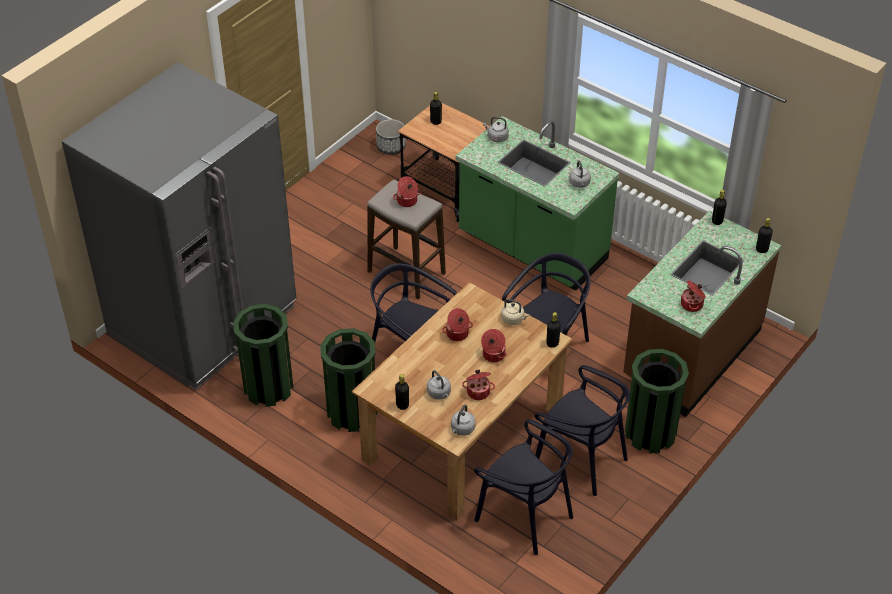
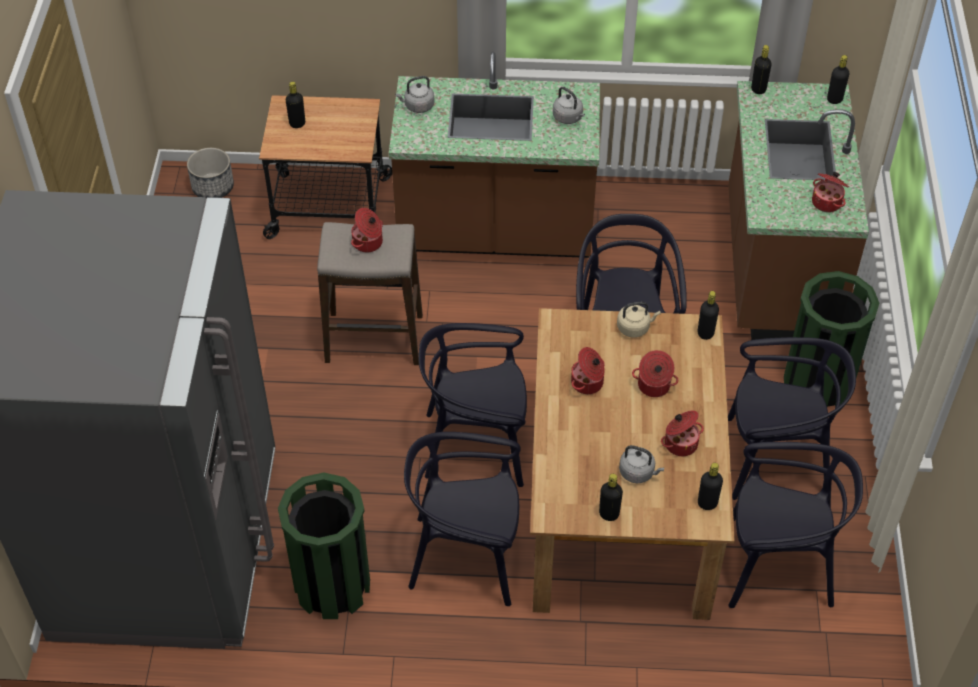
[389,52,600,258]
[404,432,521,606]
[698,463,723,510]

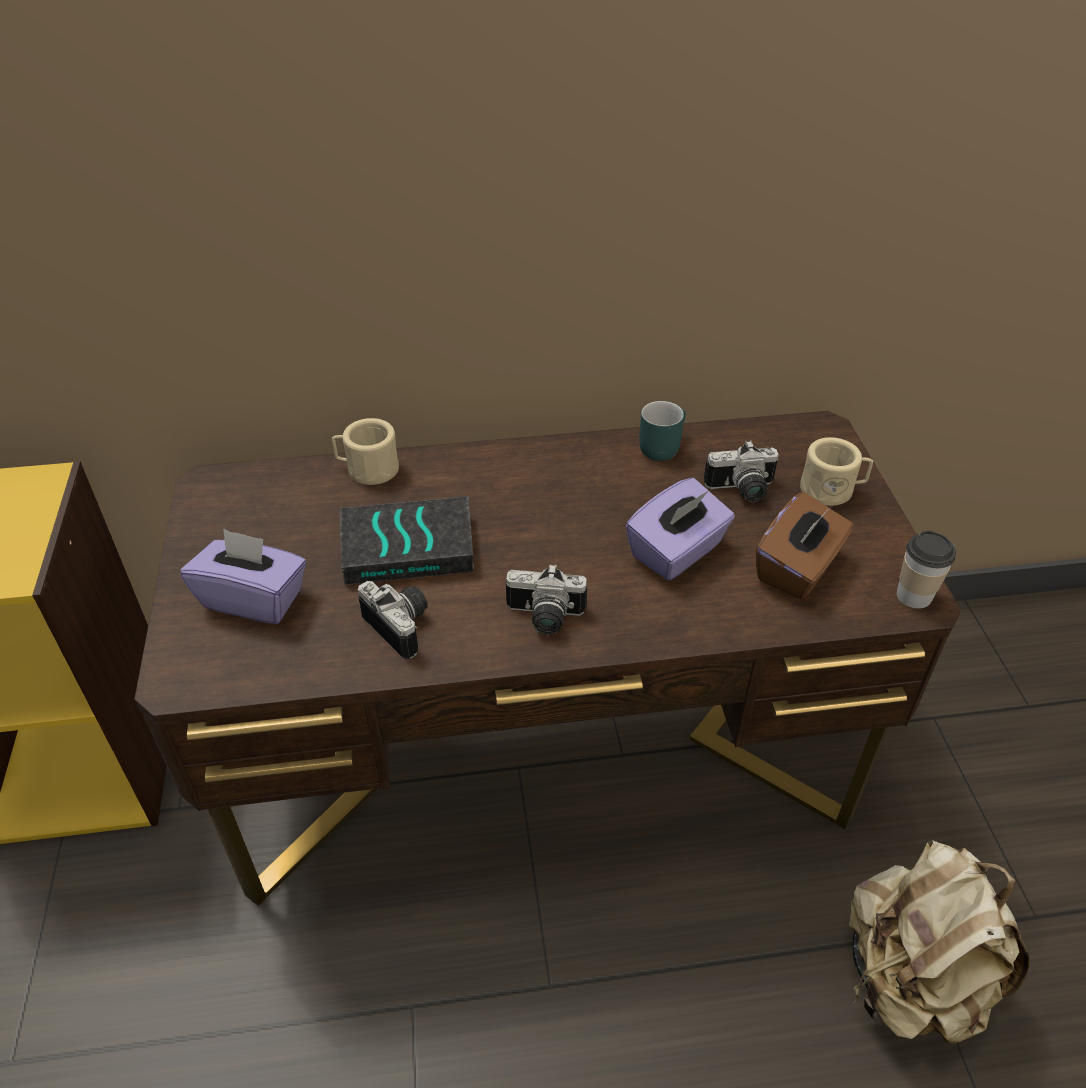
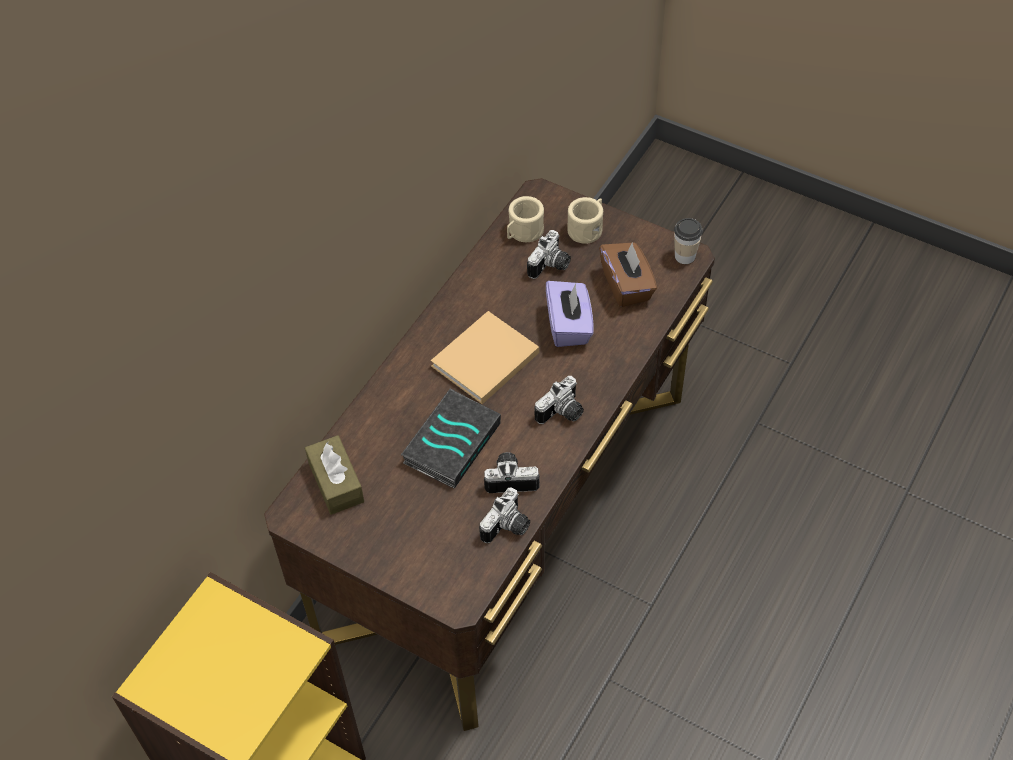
[305,435,364,515]
[431,311,539,404]
[479,487,530,543]
[507,196,544,242]
[180,528,306,624] (first image)
[639,401,686,461] (first image)
[849,840,1030,1044] (first image)

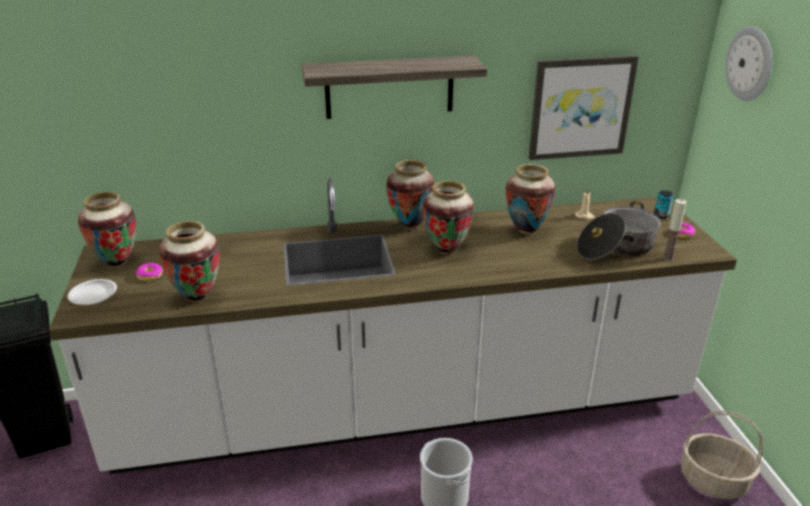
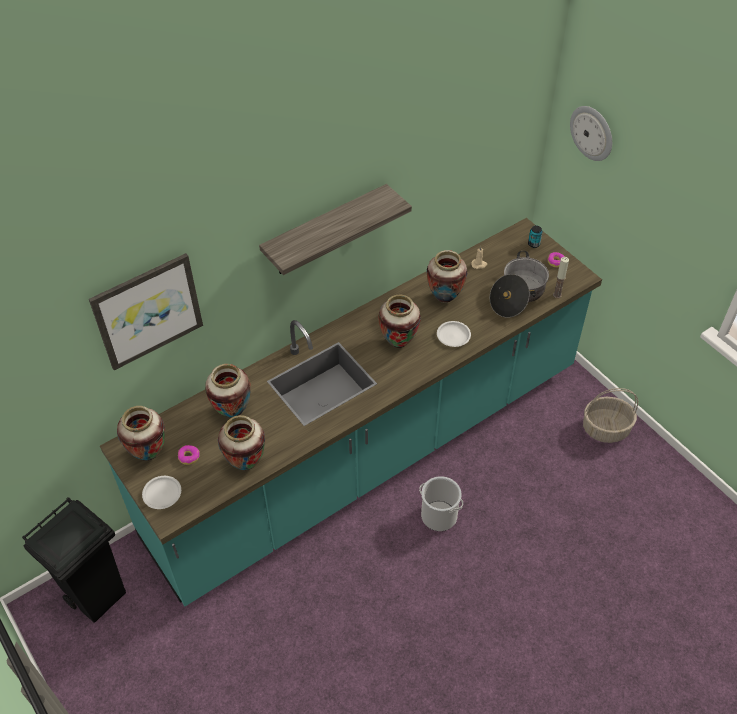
[89,253,203,370]
[100,218,602,606]
[205,364,251,418]
[437,321,471,347]

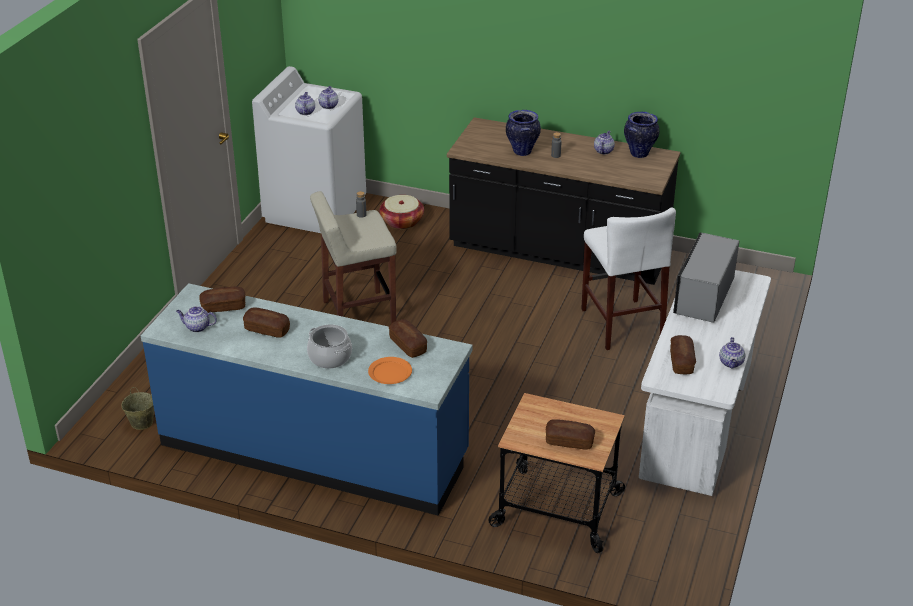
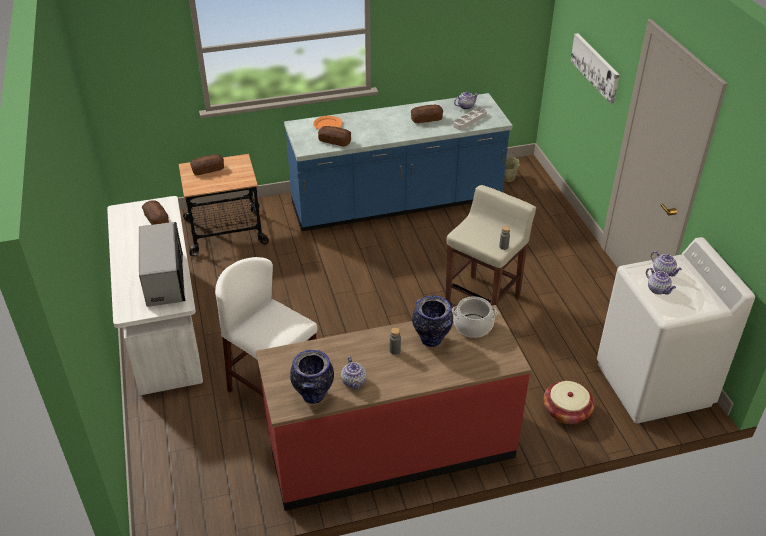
[256,305,532,511]
[452,296,498,338]
[453,107,487,130]
[570,33,620,104]
[719,337,745,368] (first image)

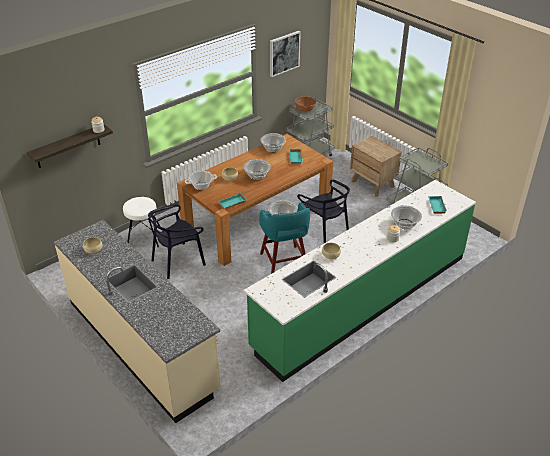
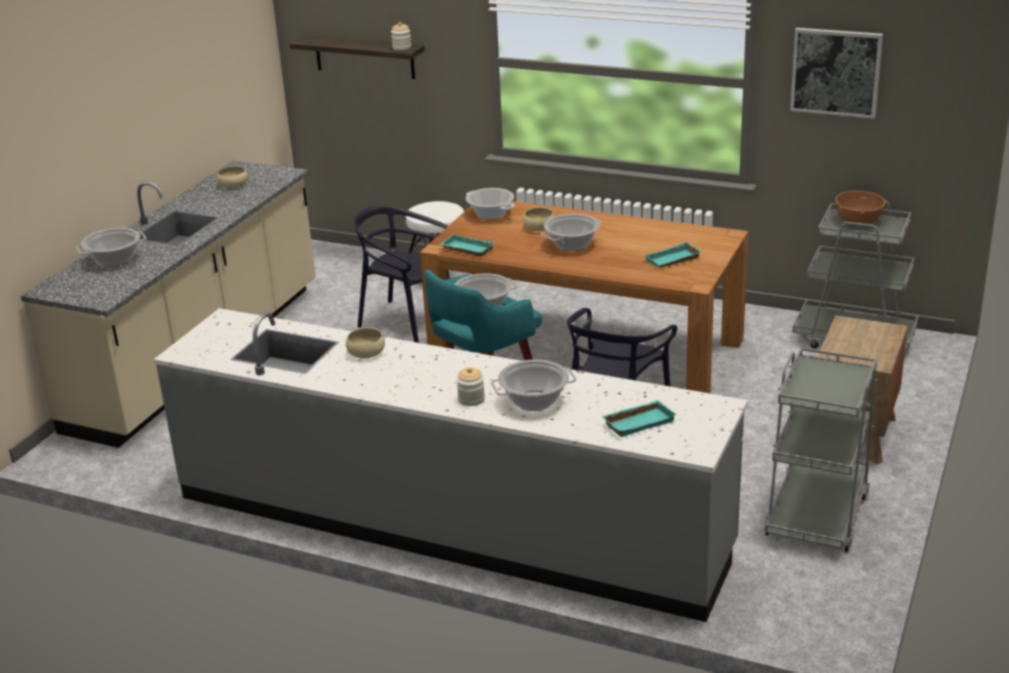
[76,228,147,267]
[154,308,748,622]

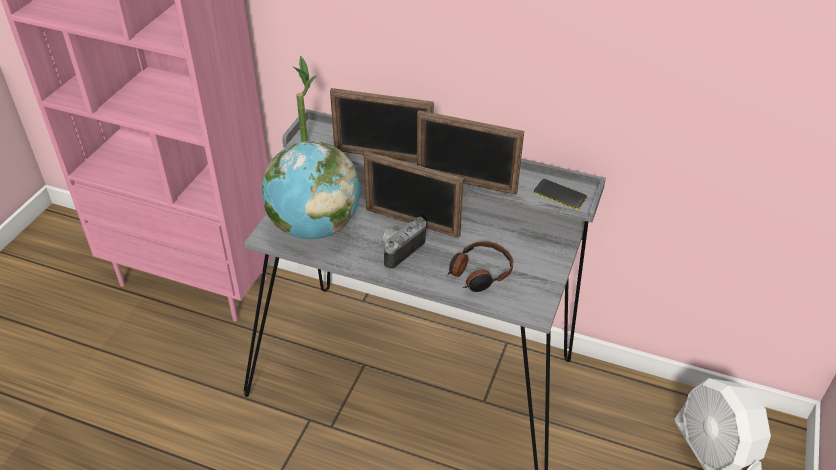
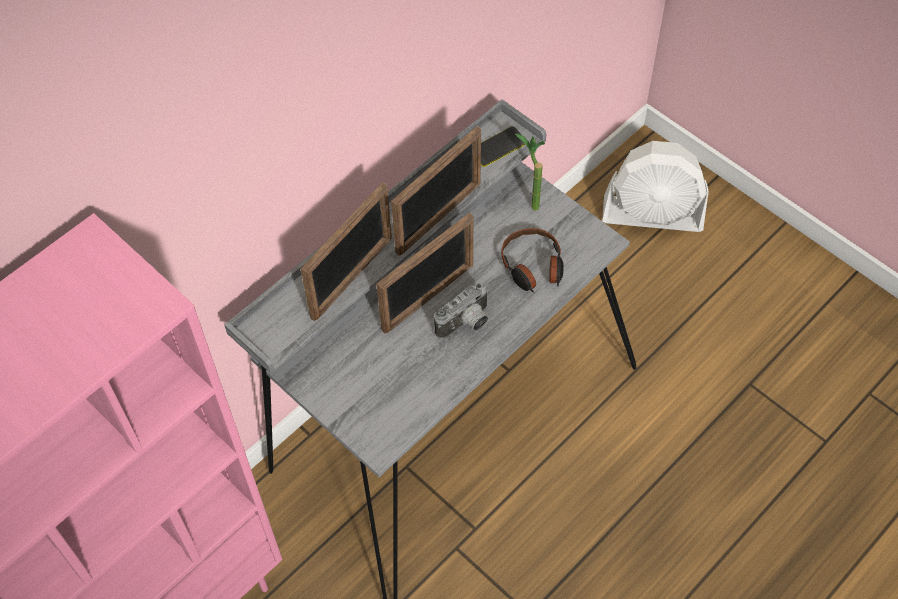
[434,283,489,339]
[515,134,545,211]
[262,141,360,239] (first image)

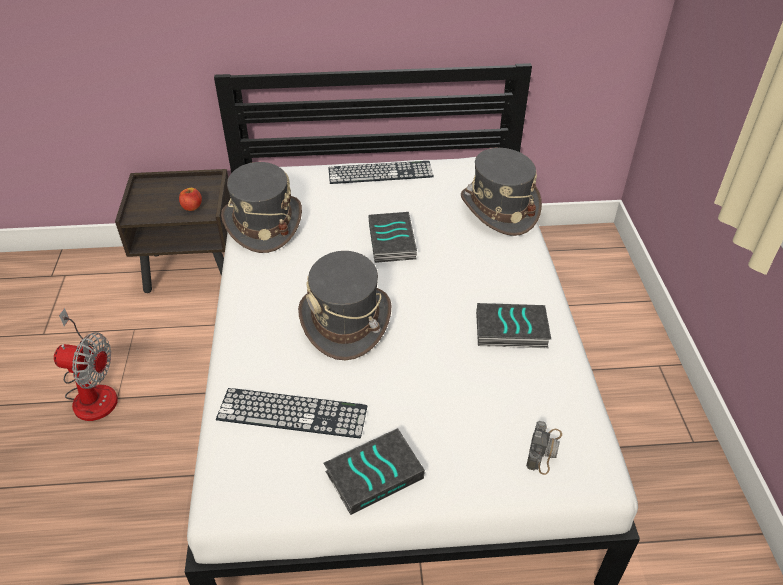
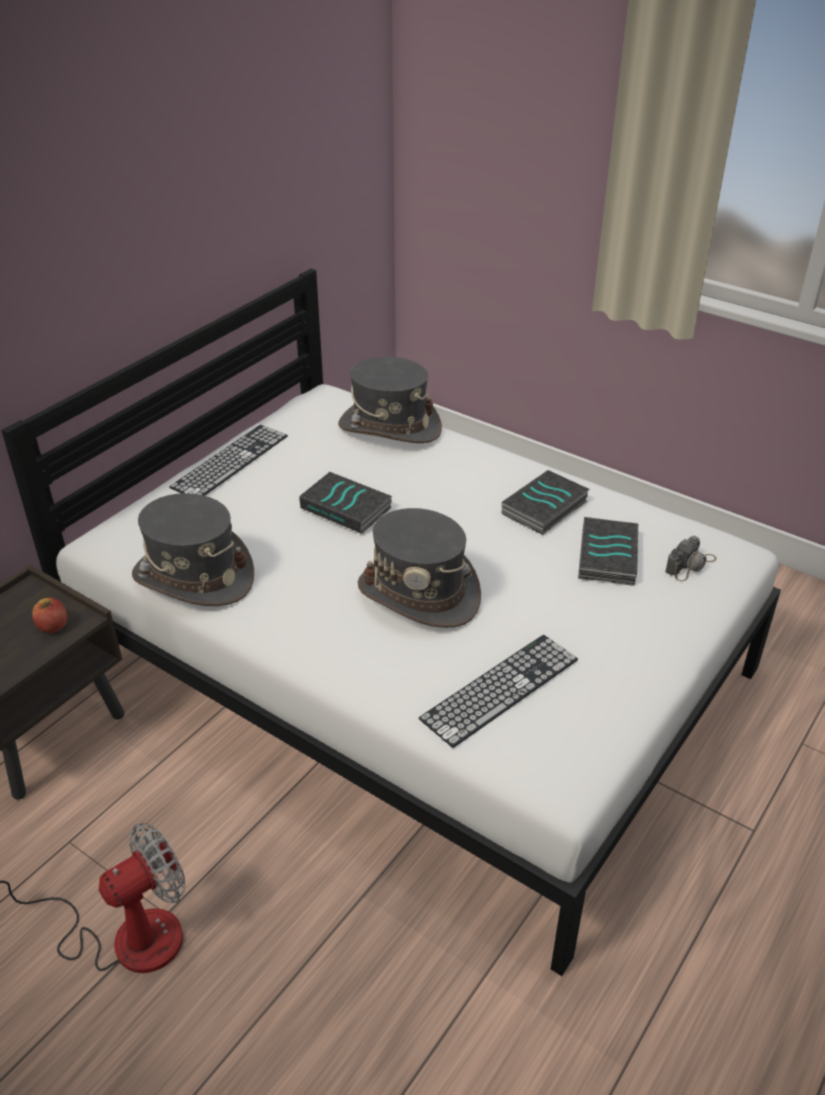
[578,517,638,586]
[666,536,717,581]

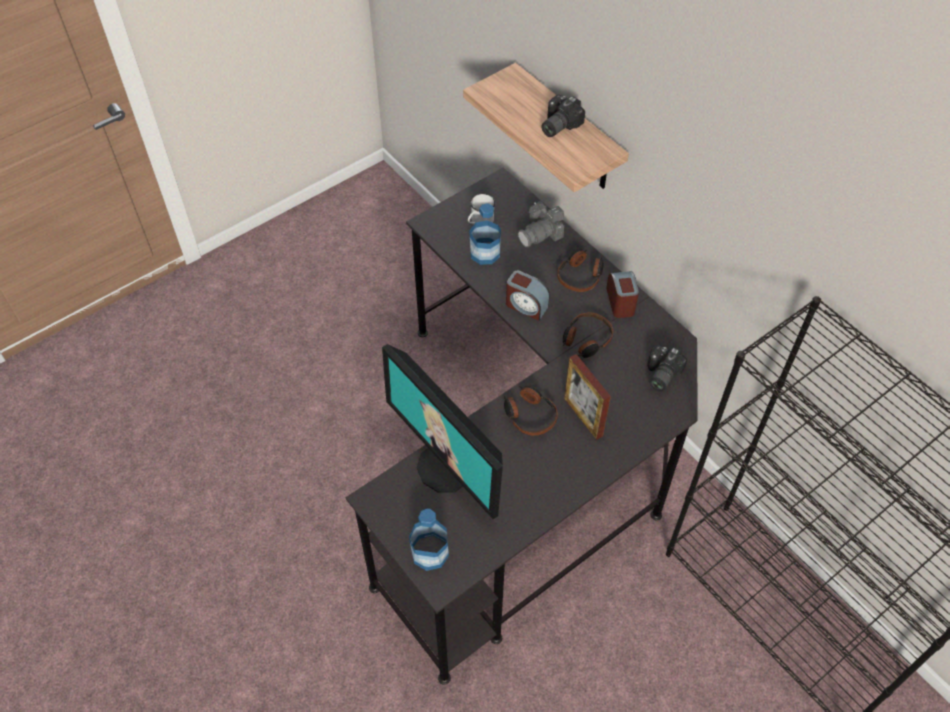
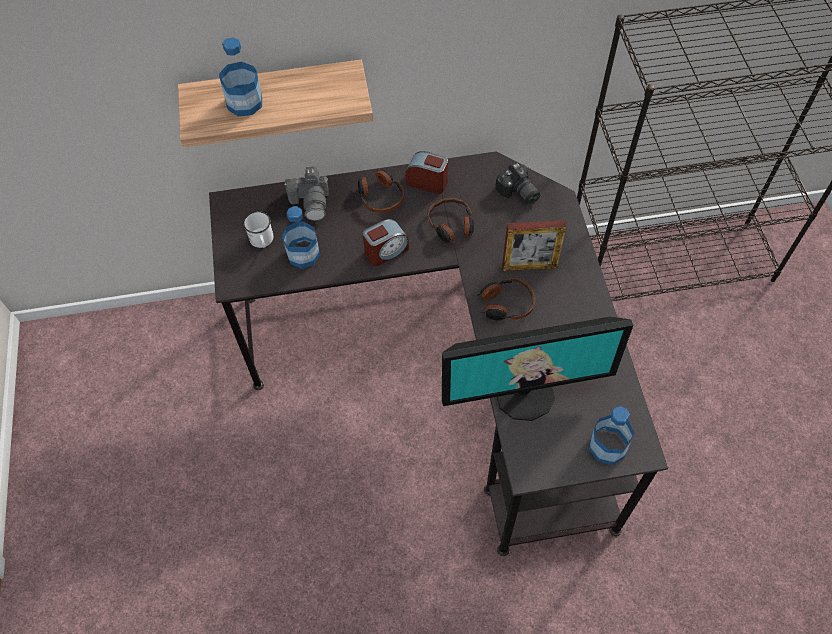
[219,37,262,116]
[541,94,585,137] (first image)

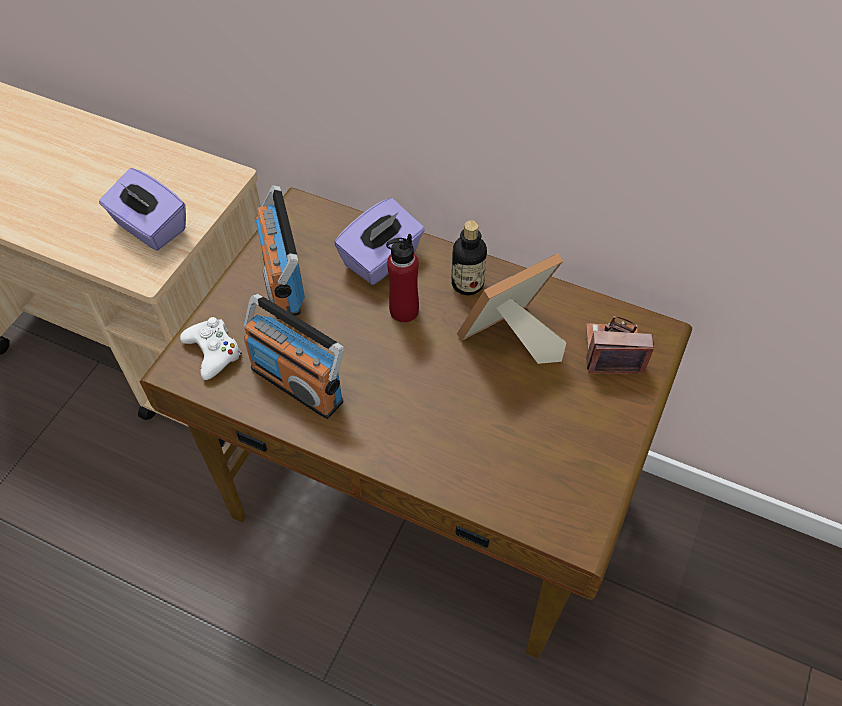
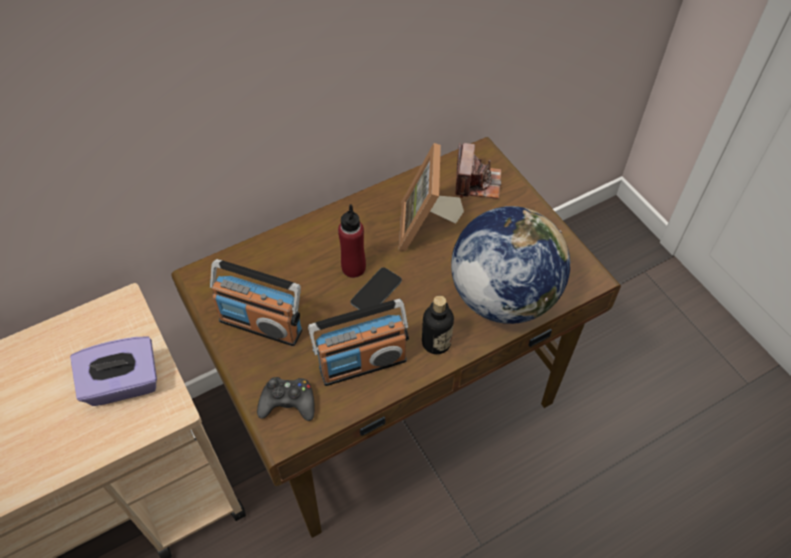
[257,377,315,421]
[350,267,402,310]
[422,296,454,354]
[451,206,570,324]
[455,143,501,199]
[334,198,425,285] (first image)

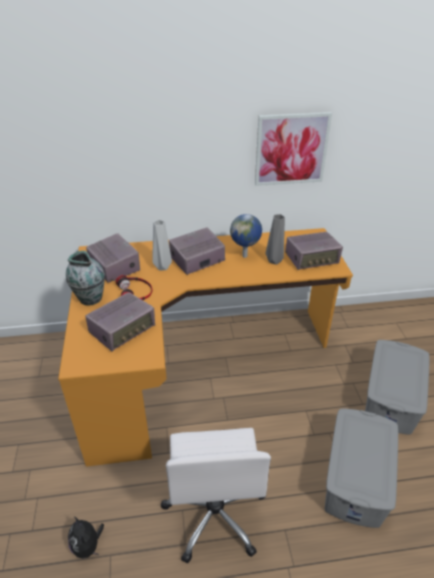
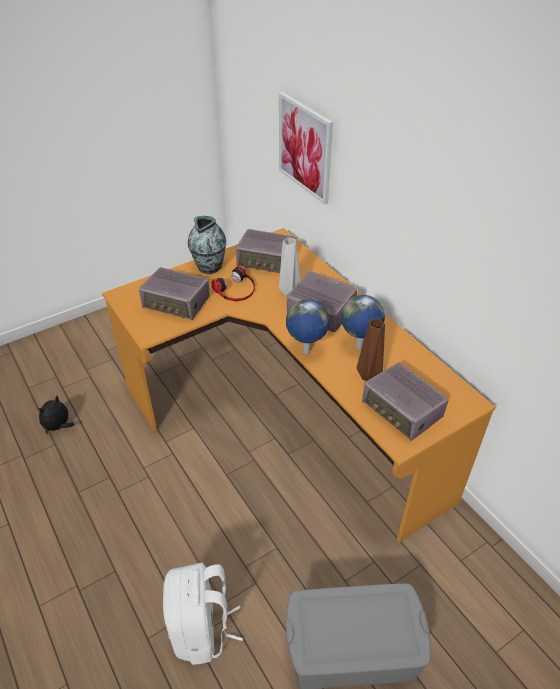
[163,563,243,665]
[236,229,296,273]
[279,92,333,205]
[286,299,330,354]
[357,319,385,381]
[160,428,271,563] (first image)

